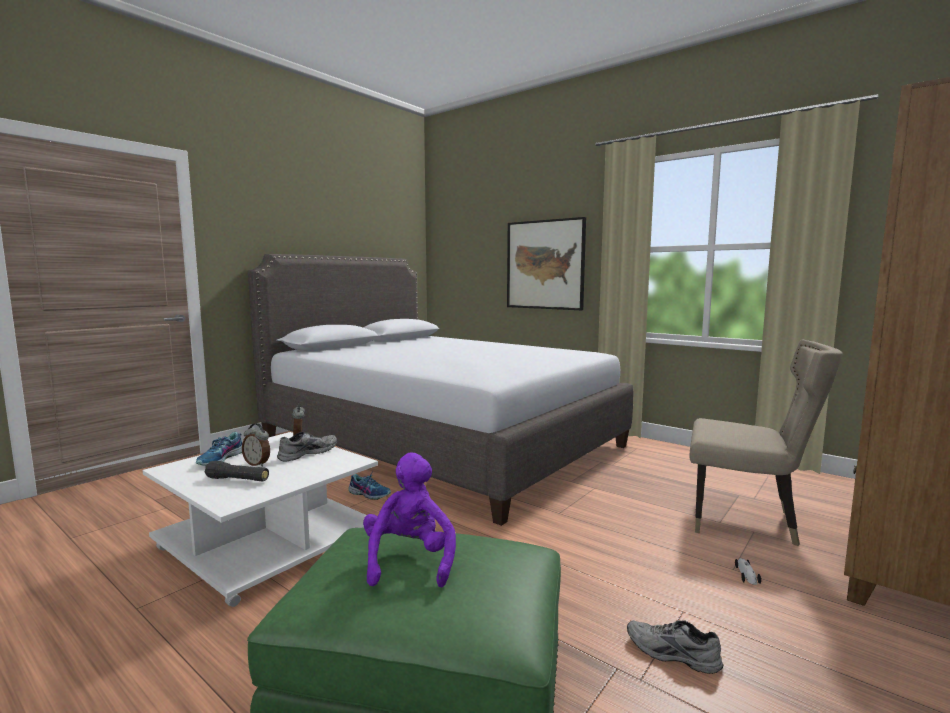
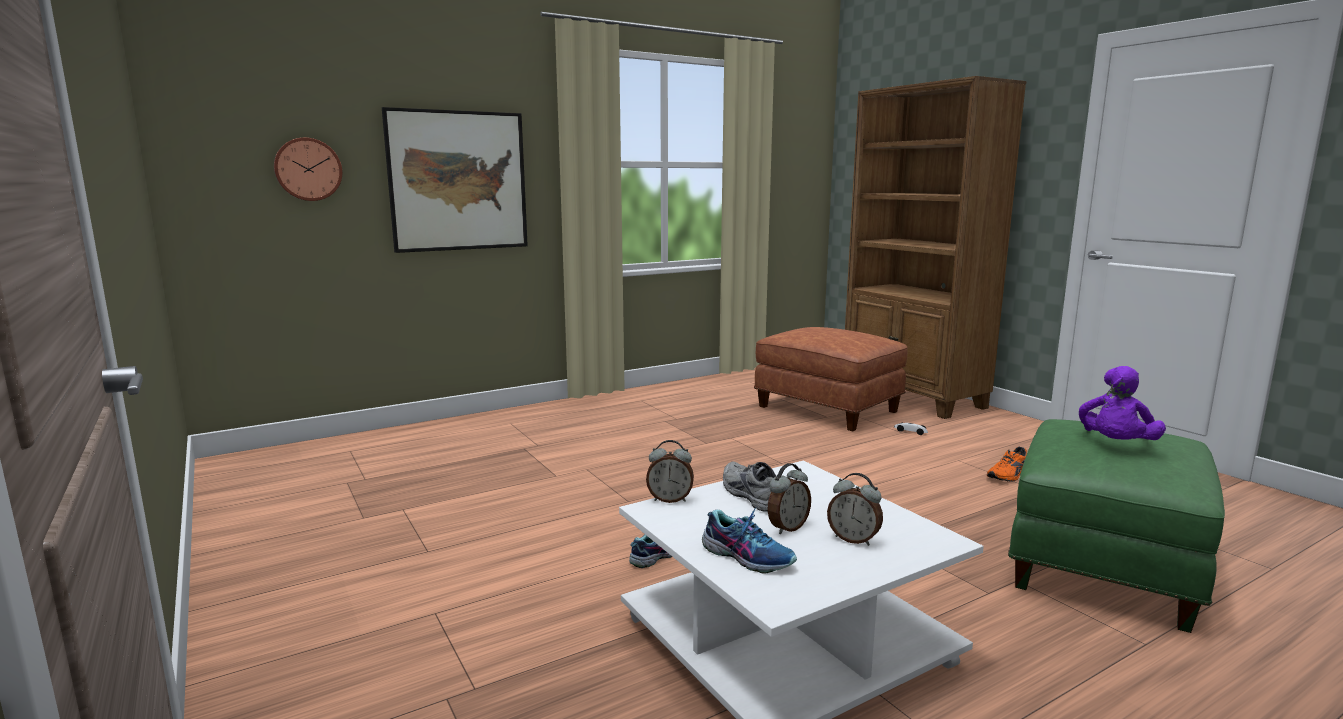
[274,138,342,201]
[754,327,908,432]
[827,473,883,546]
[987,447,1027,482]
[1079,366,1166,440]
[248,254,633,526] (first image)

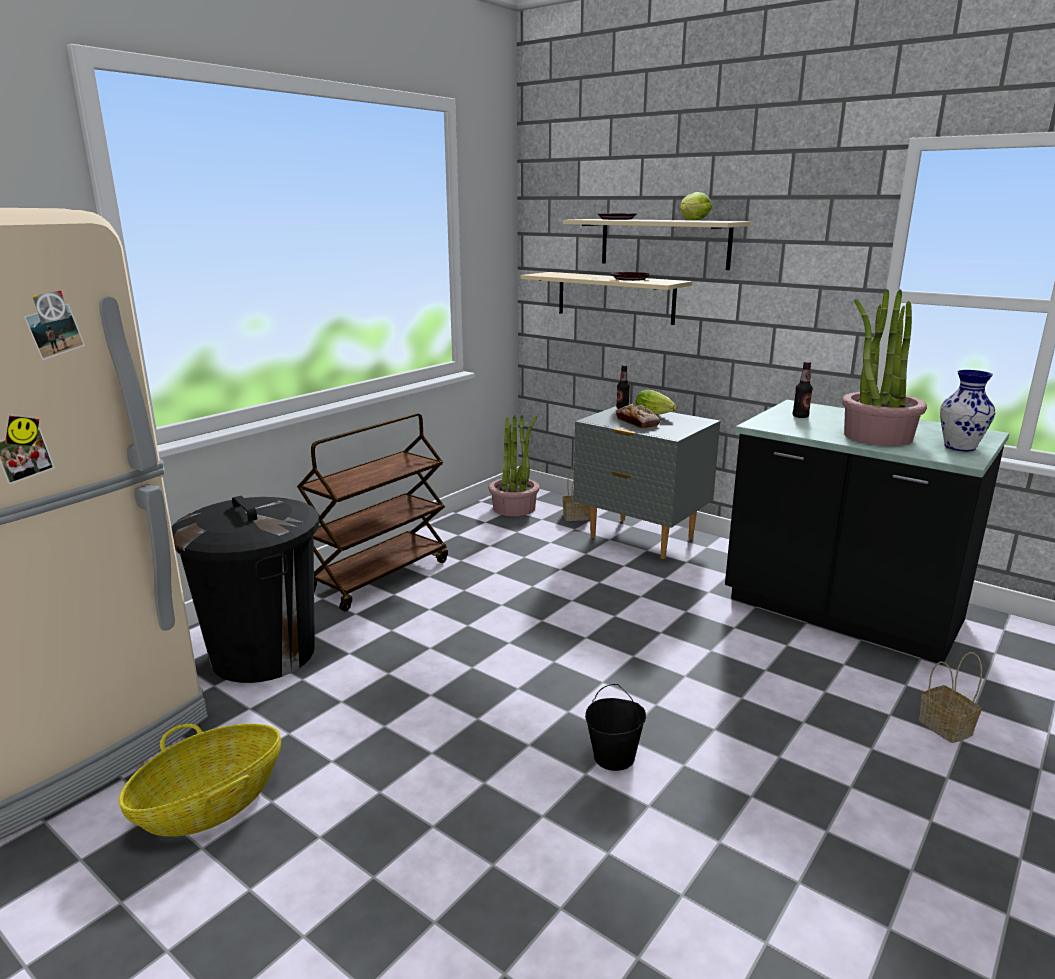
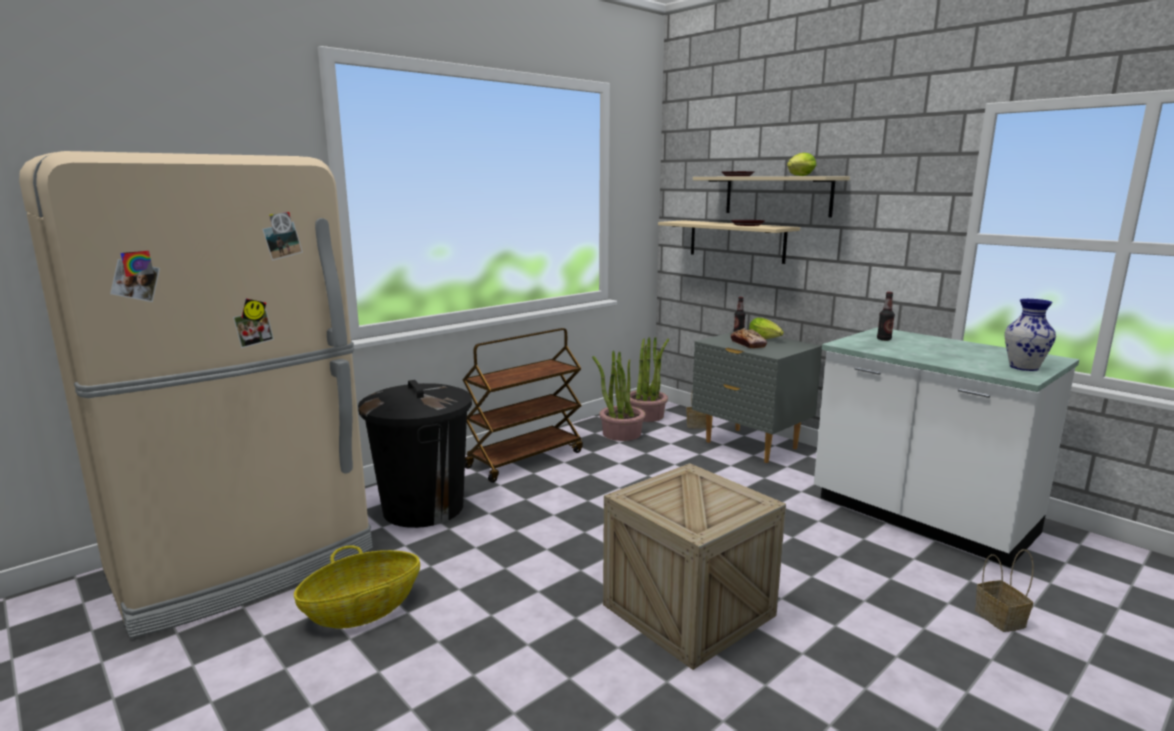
[592,350,646,441]
[603,463,786,670]
[814,327,1079,568]

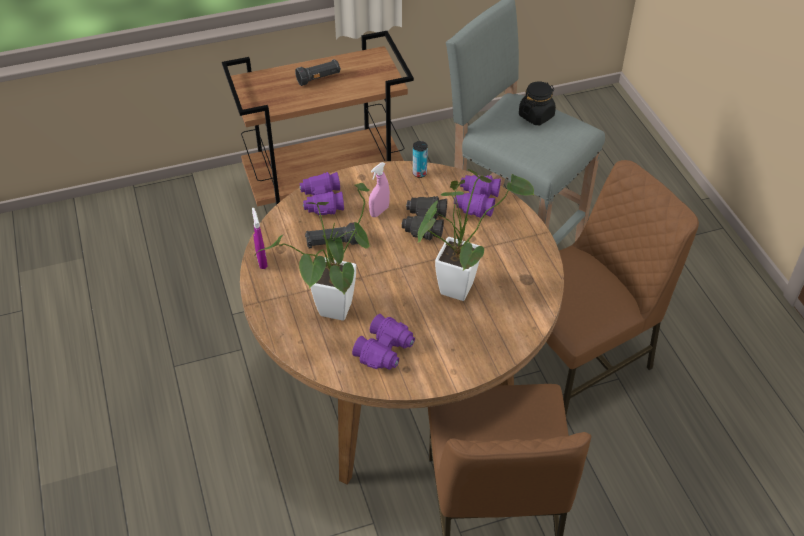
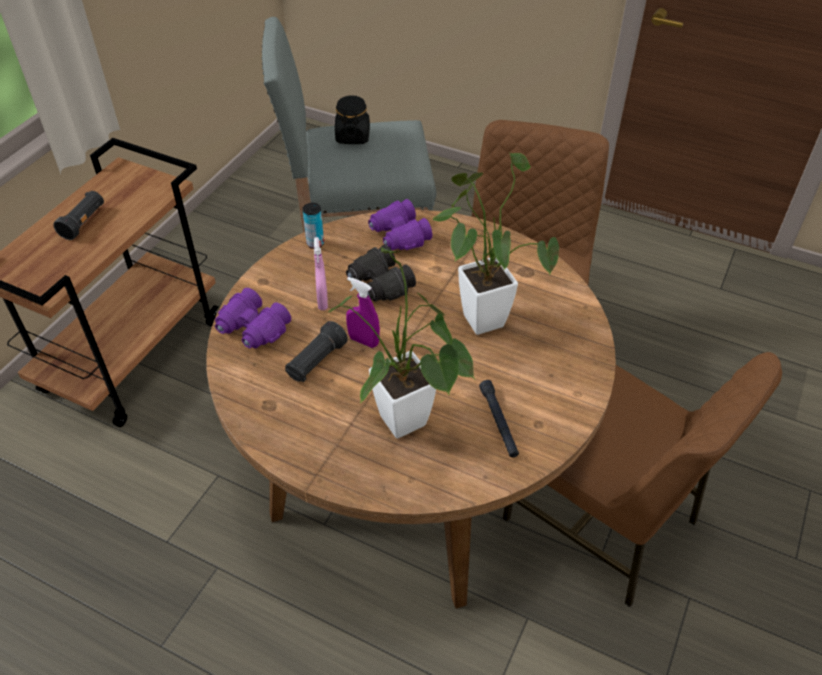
[346,277,380,348]
[479,380,519,457]

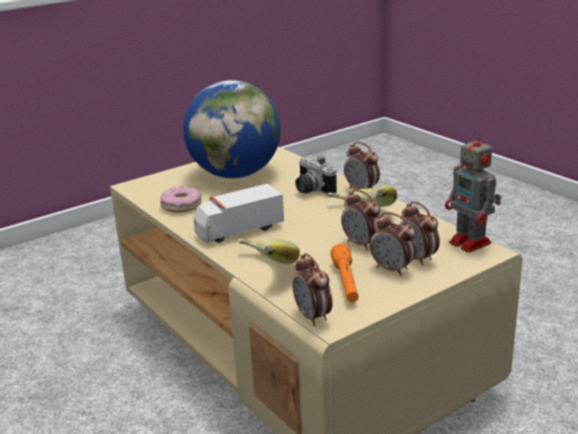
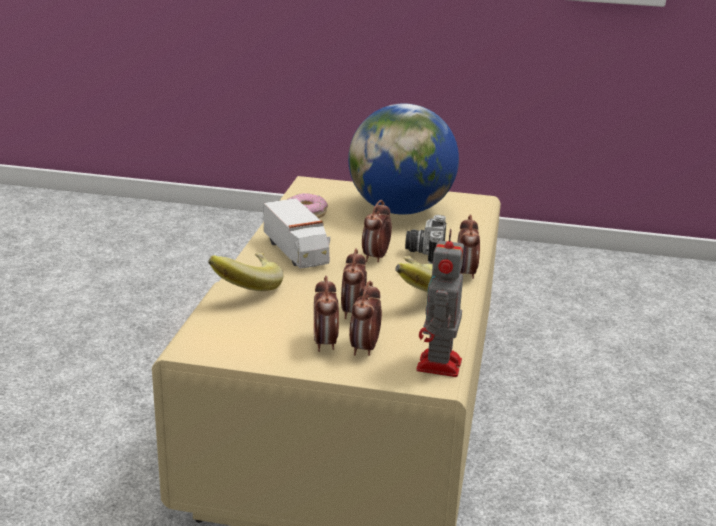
[263,198,330,268]
[362,200,392,262]
[330,244,359,302] (first image)

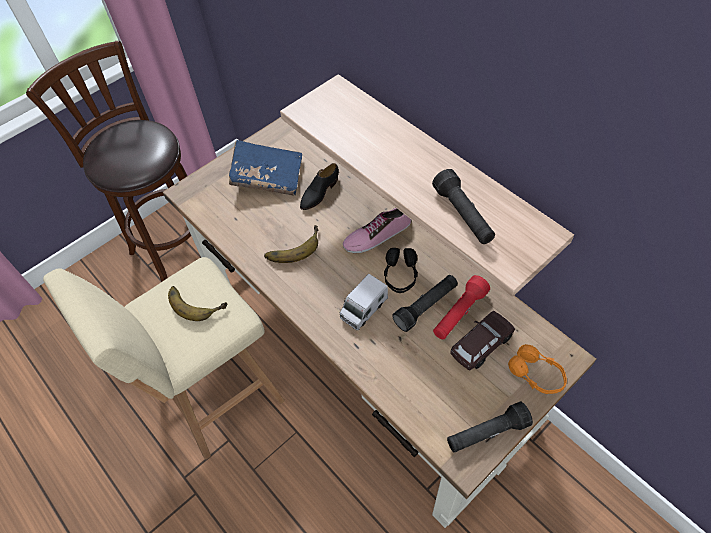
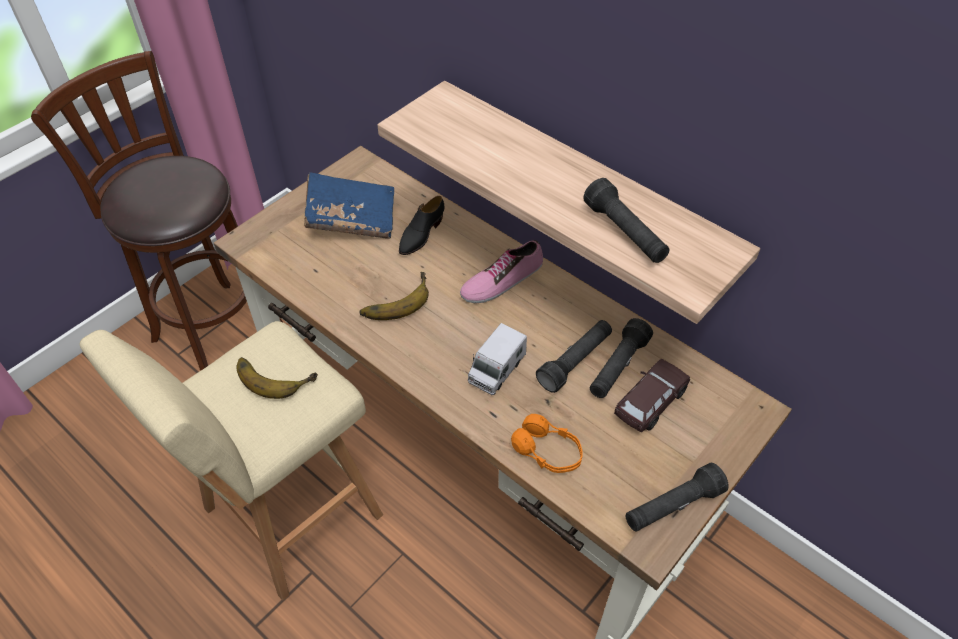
[511,414,583,473]
[590,318,653,398]
[384,248,418,293] (first image)

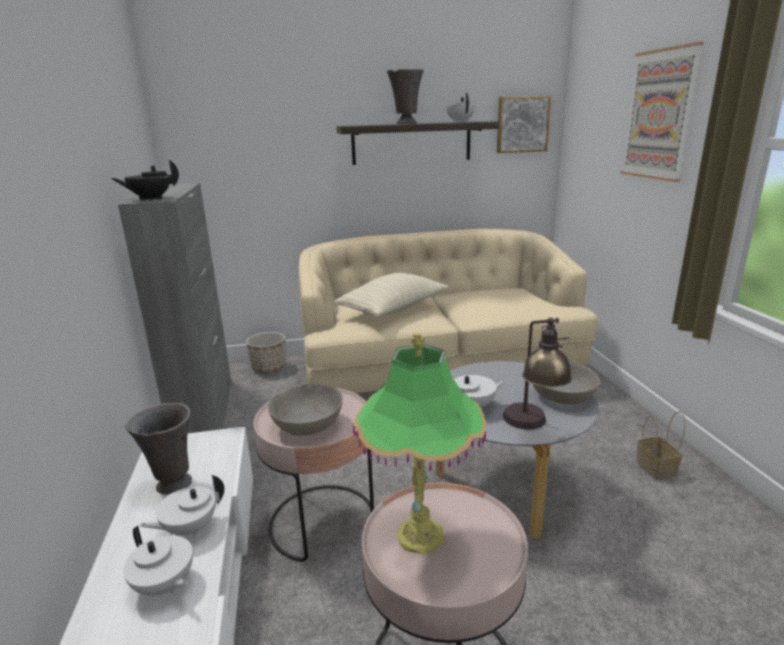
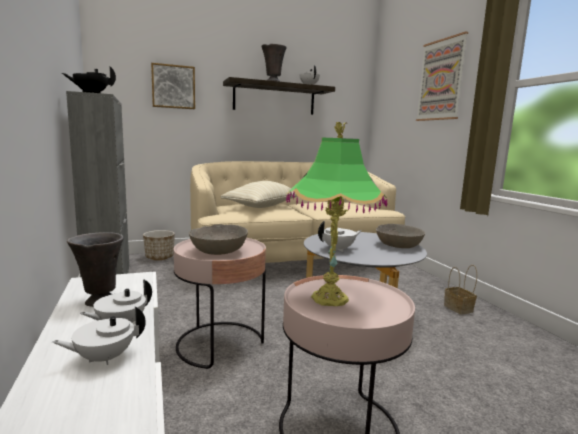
[52,307,146,365]
[151,63,195,109]
[503,318,572,430] (first image)

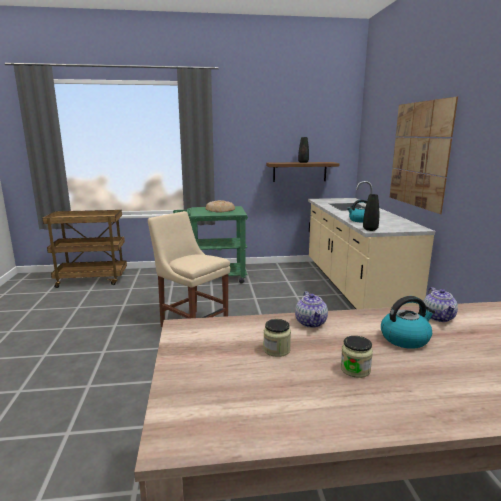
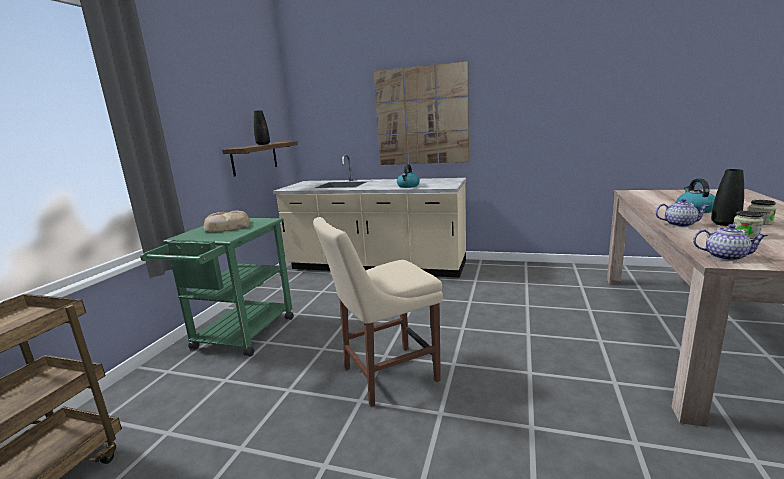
[693,224,768,261]
[711,169,744,226]

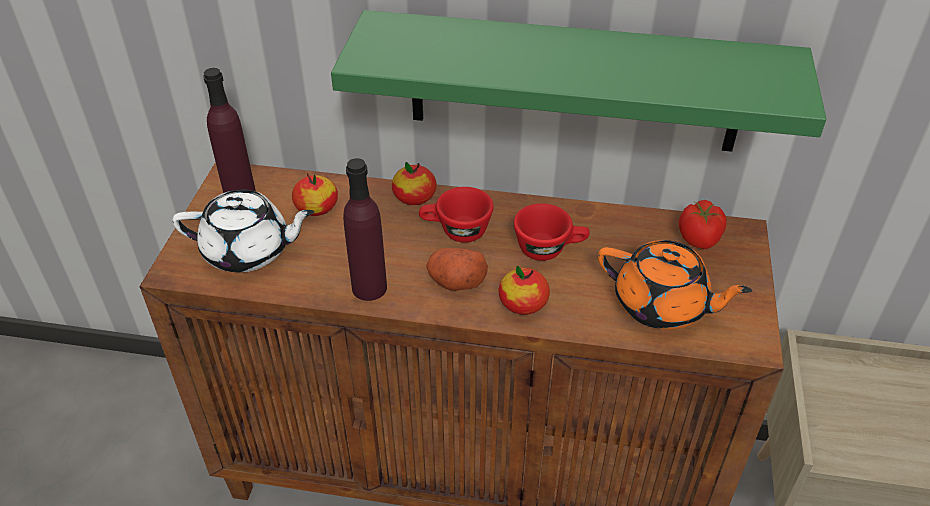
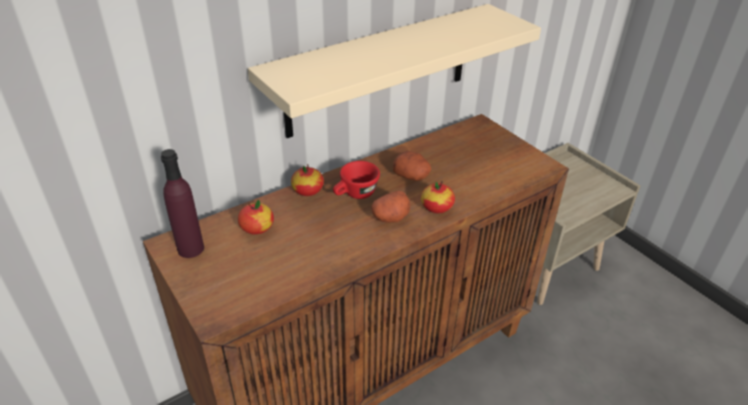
[248,4,541,138]
[393,151,431,181]
[172,190,314,272] (first image)
[343,158,387,301] (first image)
[598,240,752,330] (first image)
[679,200,726,249] (first image)

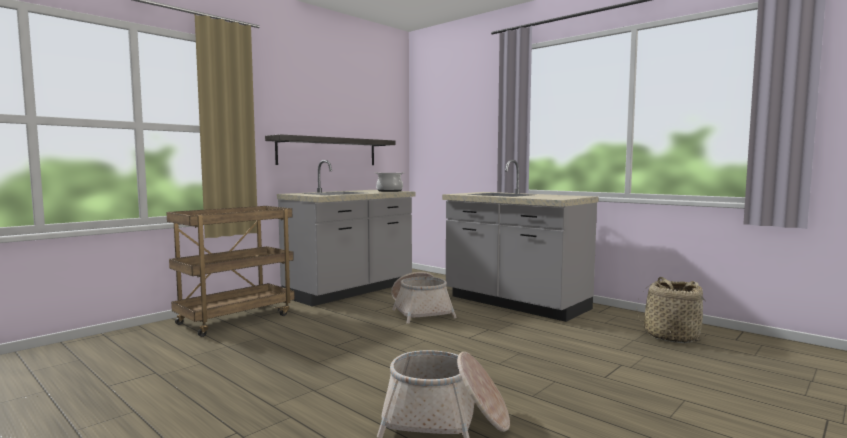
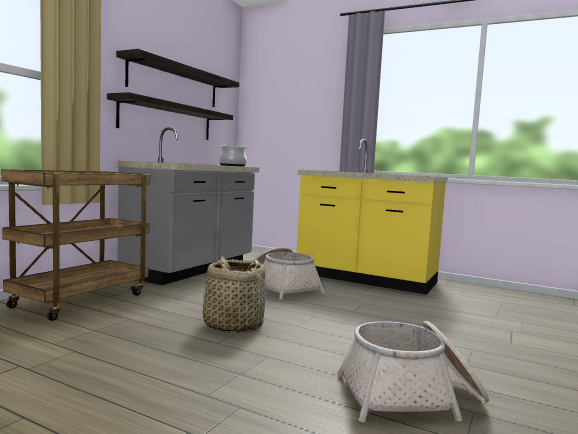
[116,49,239,107]
[203,255,266,333]
[297,139,448,294]

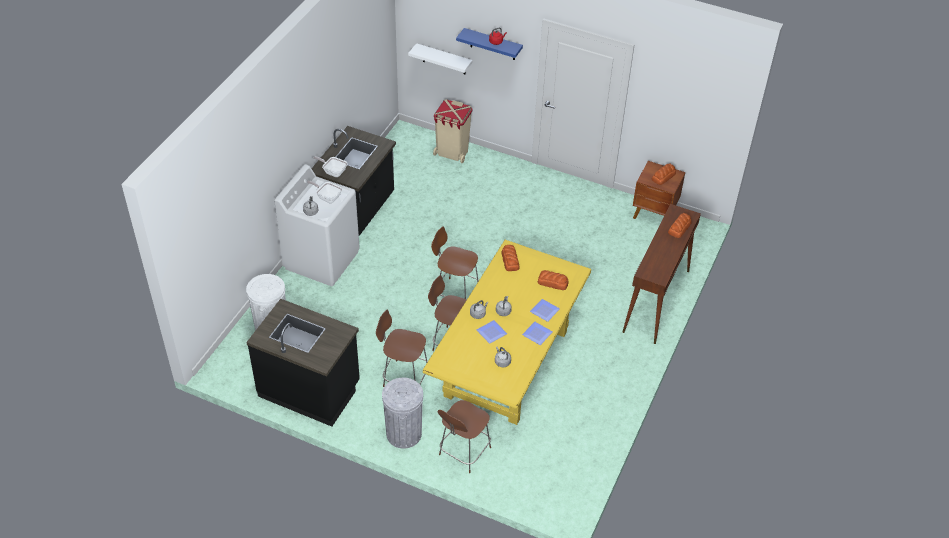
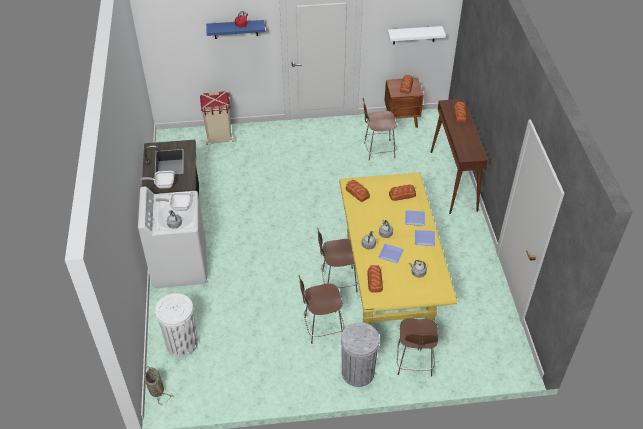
[144,366,172,405]
[363,98,397,161]
[367,265,383,293]
[388,26,446,44]
[246,299,360,426] (first image)

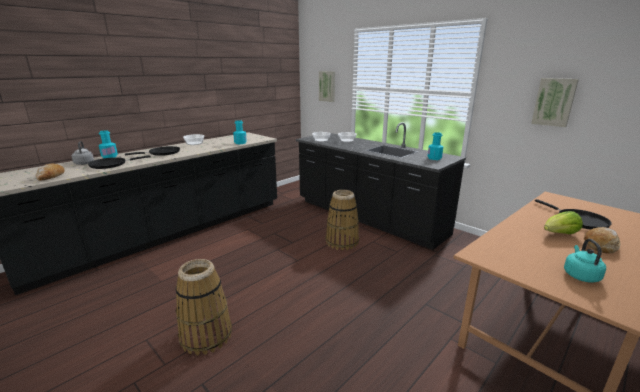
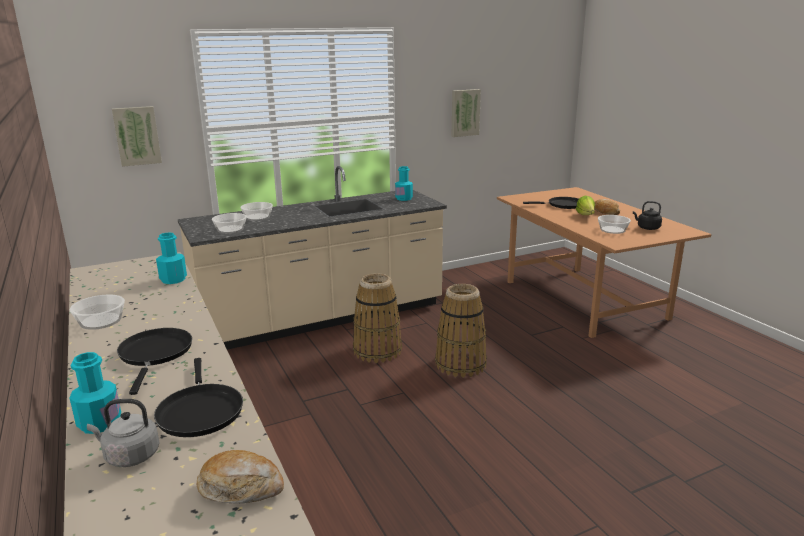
[178,166,447,350]
[435,284,487,378]
[598,215,631,234]
[633,201,662,230]

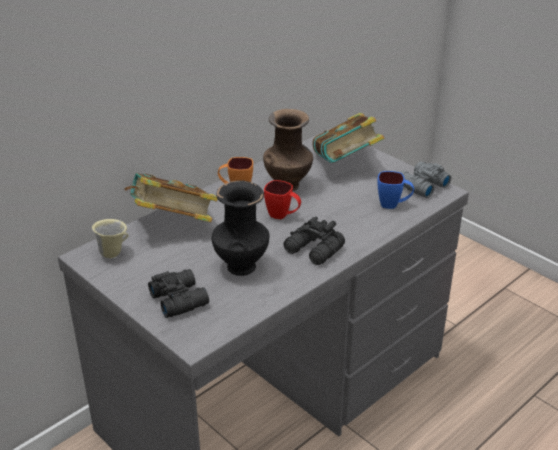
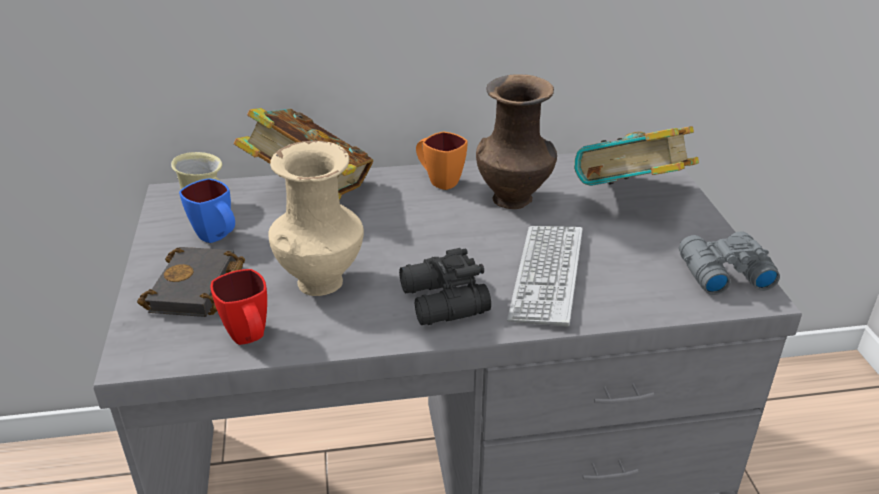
[137,247,245,317]
[179,178,235,243]
[211,269,267,345]
[268,141,364,296]
[507,226,583,327]

